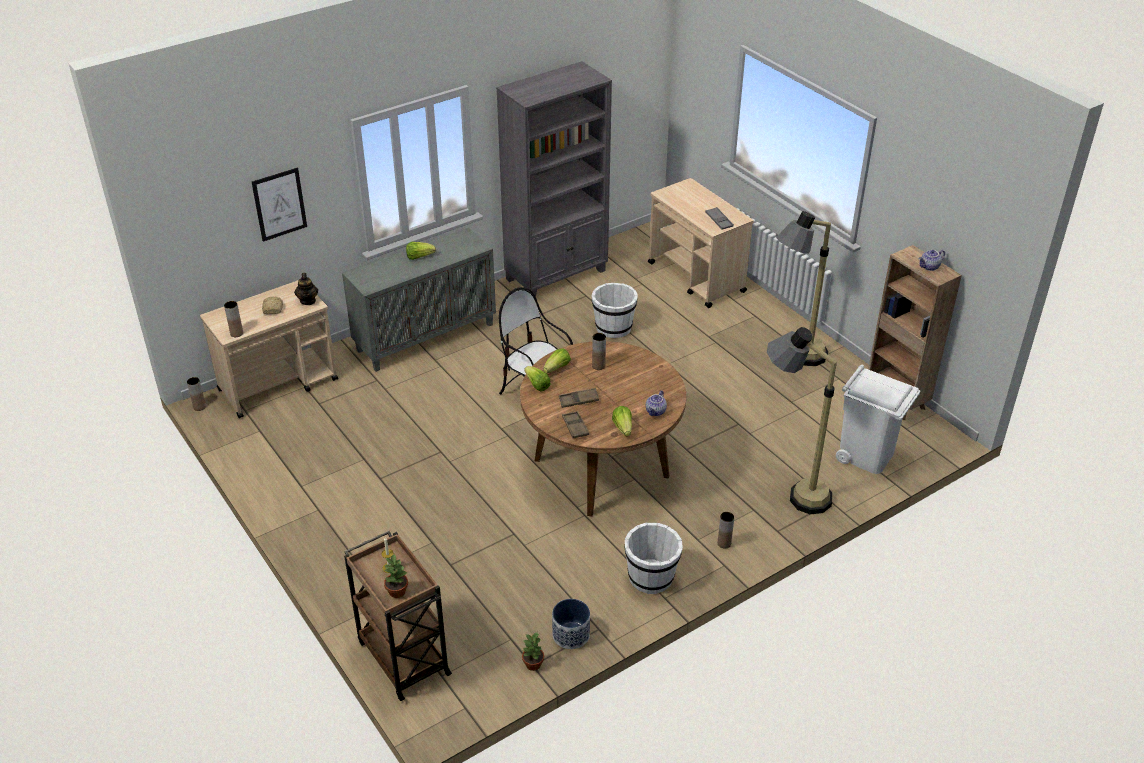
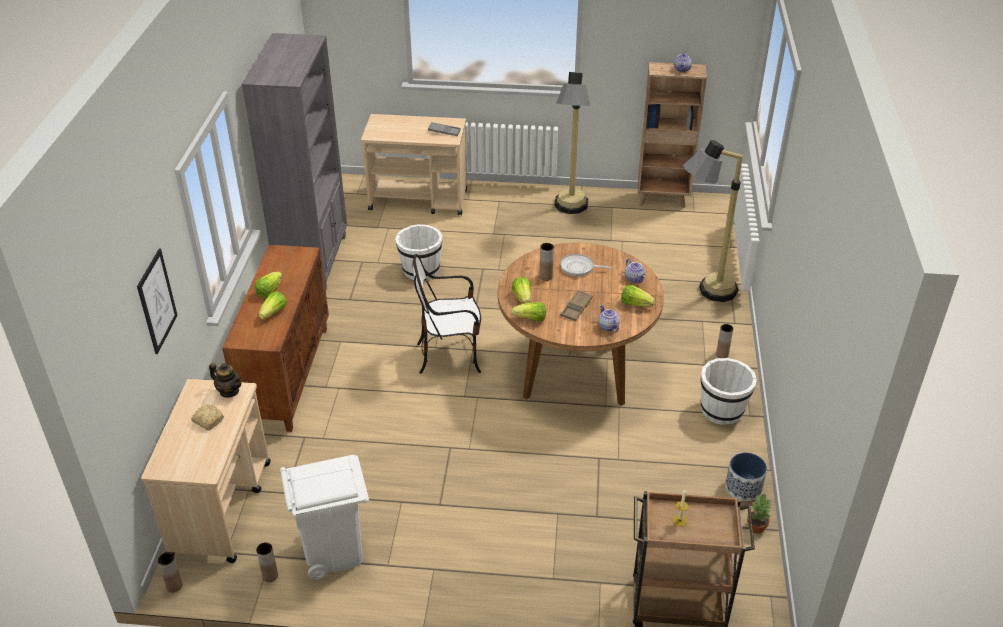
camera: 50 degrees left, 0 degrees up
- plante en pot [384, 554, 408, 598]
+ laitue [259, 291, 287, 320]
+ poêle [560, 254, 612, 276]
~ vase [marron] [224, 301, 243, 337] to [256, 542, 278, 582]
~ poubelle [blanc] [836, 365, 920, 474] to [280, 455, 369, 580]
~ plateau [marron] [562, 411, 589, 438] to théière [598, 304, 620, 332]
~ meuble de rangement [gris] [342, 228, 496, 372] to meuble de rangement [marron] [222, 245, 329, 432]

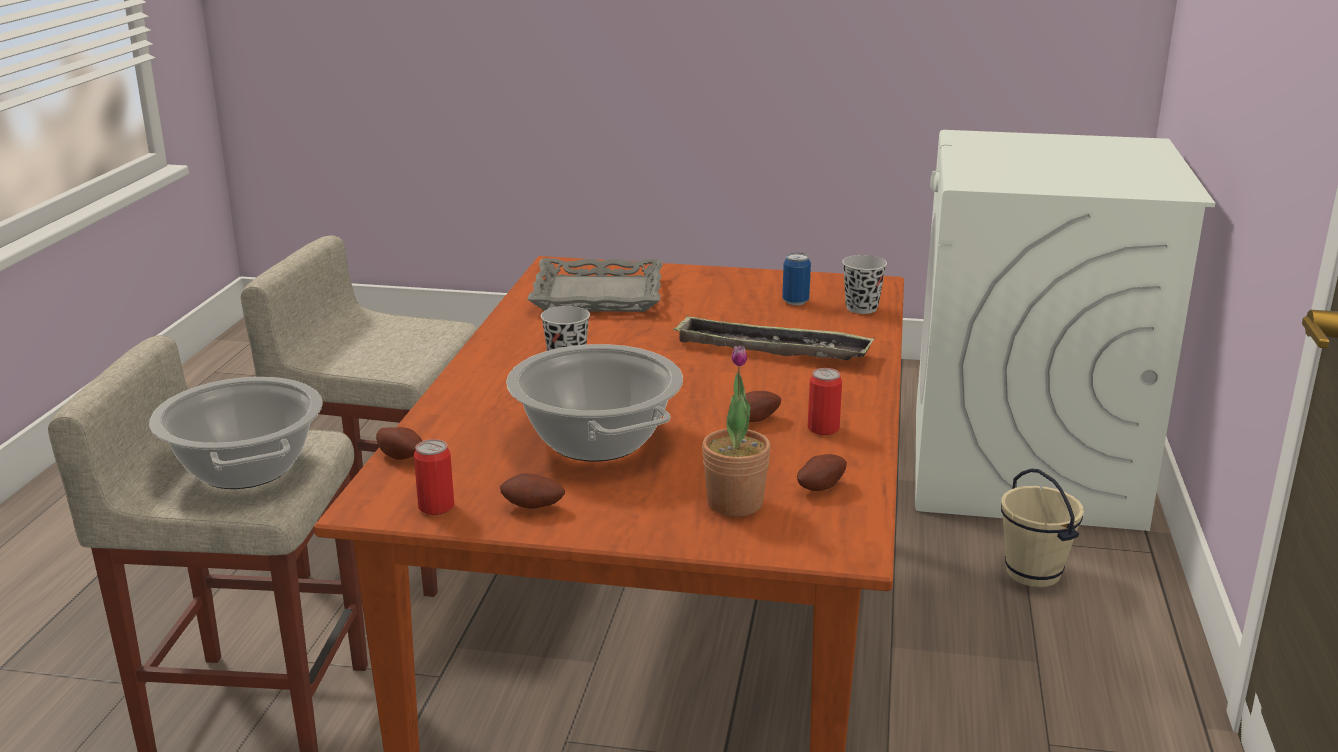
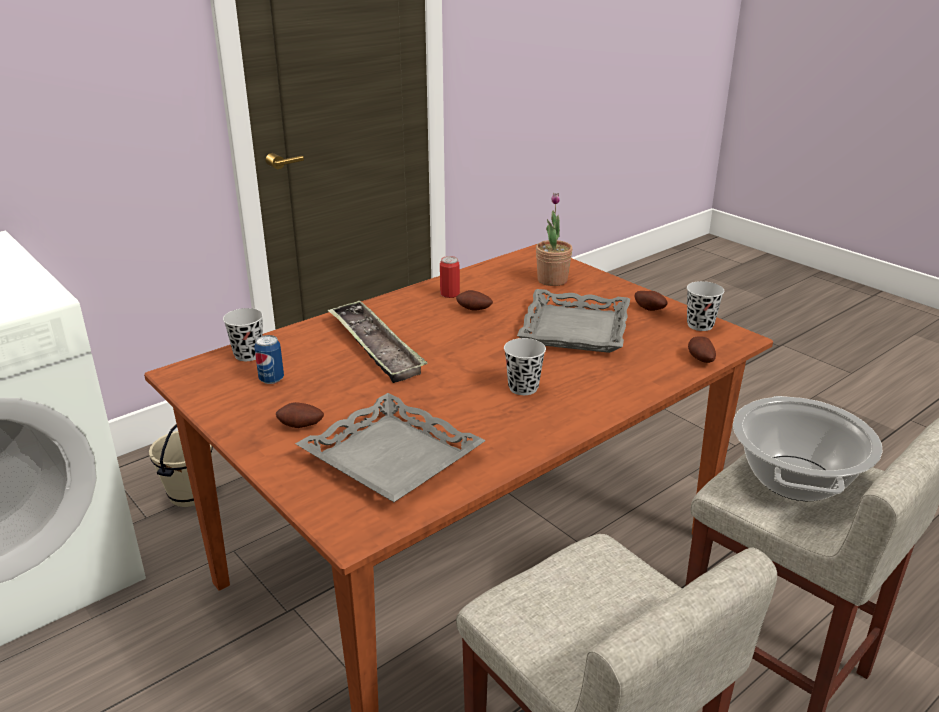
camera: 140 degrees left, 5 degrees up
~ pomme de terre [797, 454, 847, 491] to [276, 402, 324, 428]
~ boîte métallique [414, 439, 454, 515] to tasse [noir] [687, 281, 724, 331]
~ marmite [506, 344, 683, 461] to plateau [gris] [517, 289, 630, 353]

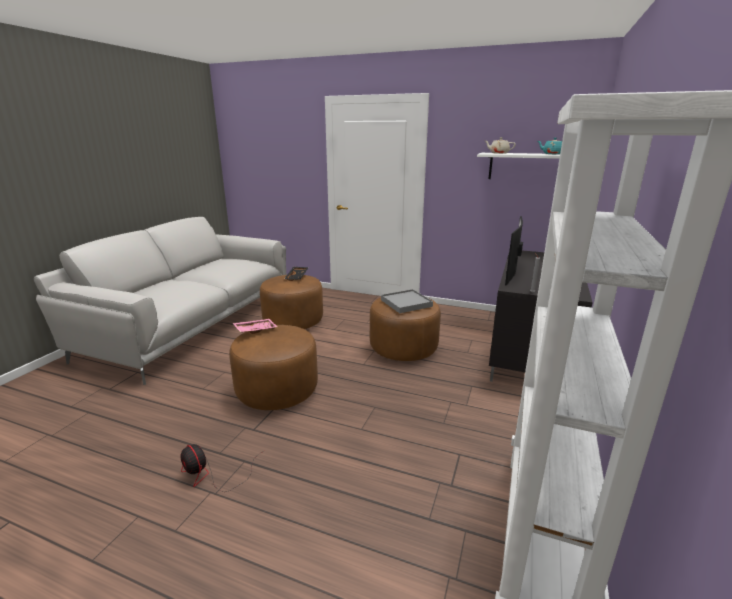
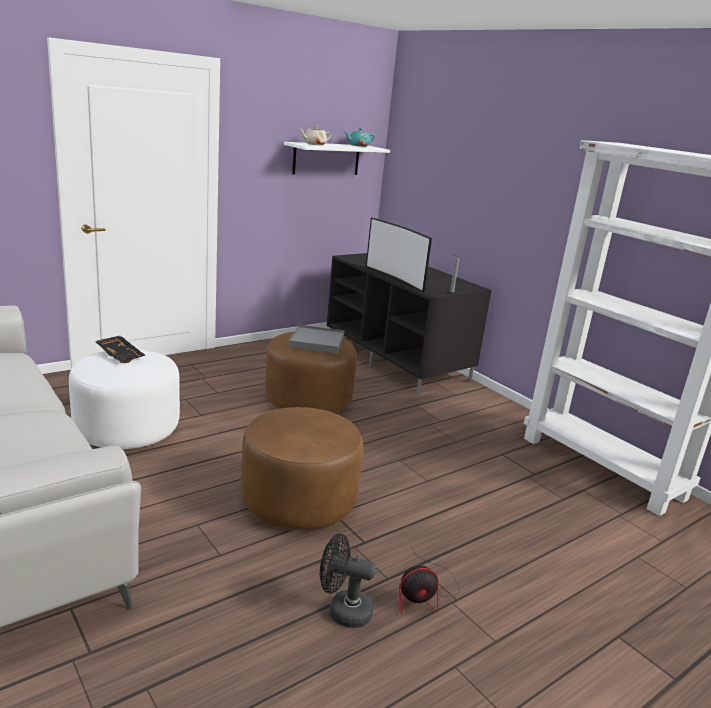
camera: 60 degrees left, 0 degrees up
- plateau [rose] [233, 319, 278, 334]
+ ventilateur [noir] [320, 534, 376, 628]
~ pouf [marron] [260, 275, 323, 329] to pouf [blanc] [69, 349, 180, 449]

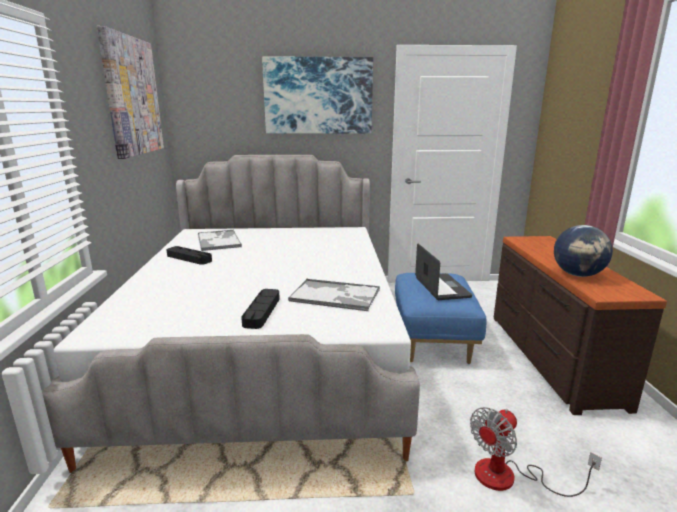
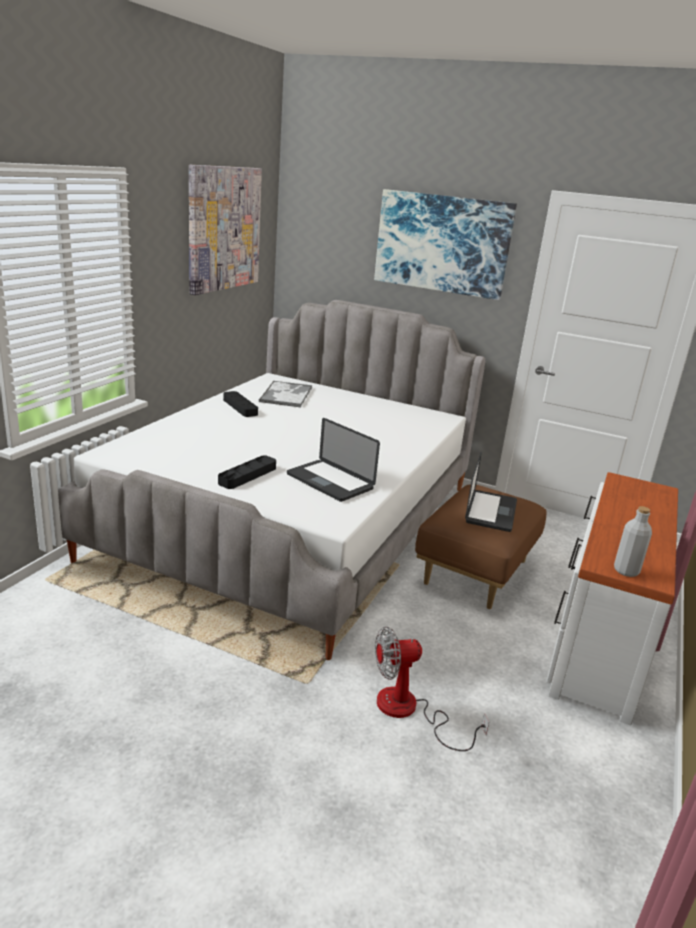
camera: 25 degrees right, 5 degrees up
- globe [554, 225, 613, 277]
+ bouteille [gris] [614, 506, 652, 577]
~ plateau [288, 279, 380, 311] to ordinateur portable [287, 418, 380, 502]
~ pouf [bleu] [395, 273, 486, 364] to pouf [marron] [415, 484, 547, 609]
~ commode [marron] [494, 236, 667, 415] to commode [blanc] [546, 472, 678, 725]

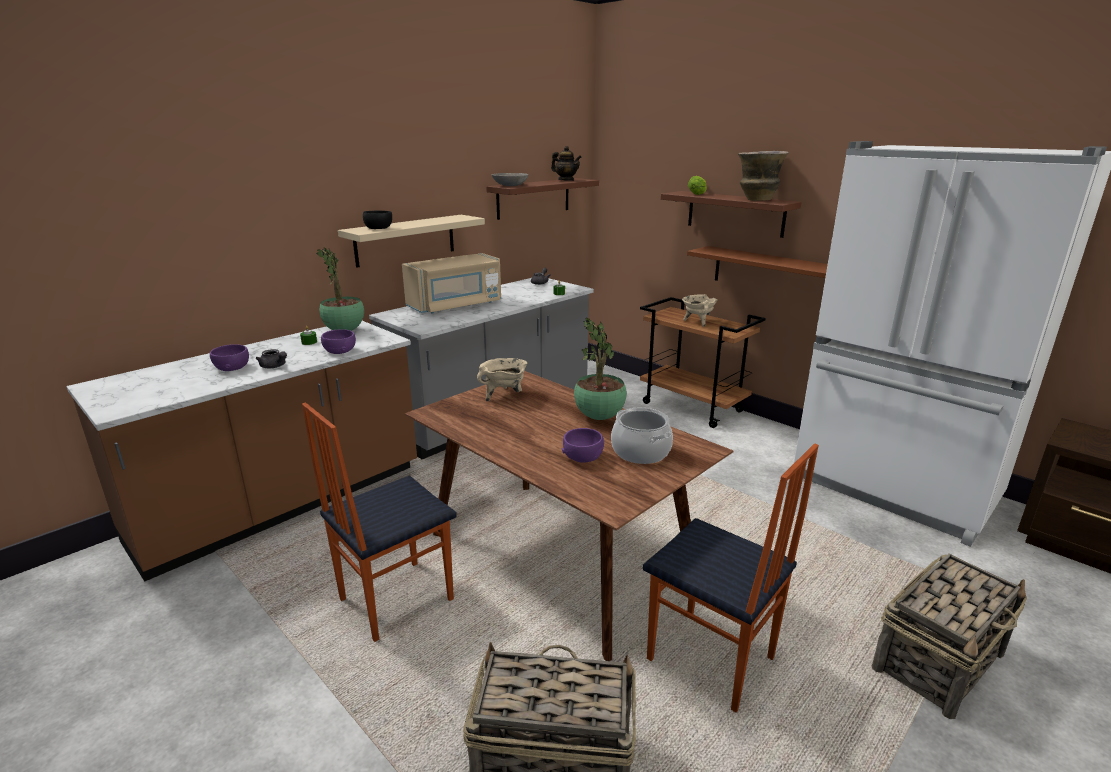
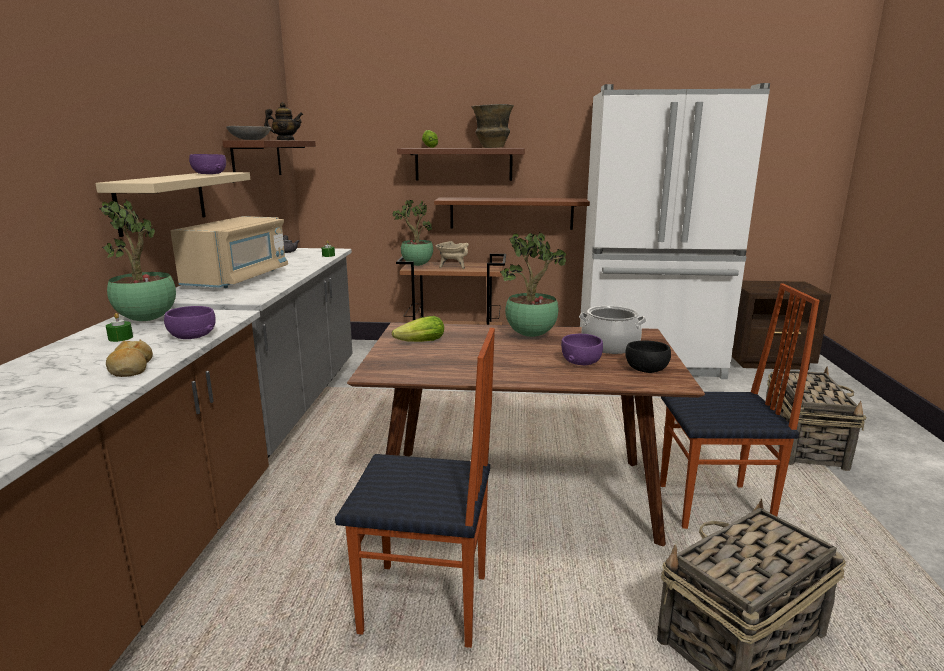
camera: 40 degrees left, 5 degrees down
+ plante en pot [393, 200, 433, 266]
~ bol [violet] [210, 344, 249, 371] to [189, 154, 226, 174]
~ bol [noir] [363, 211, 392, 229] to [625, 341, 671, 373]
~ théière [gris] [256, 349, 287, 368] to pain [106, 340, 153, 377]
~ marmite [beige] [477, 358, 527, 401] to laitue [392, 316, 444, 342]
~ chaise [302, 403, 457, 642] = [335, 328, 495, 648] 90 degrees counterclockwise

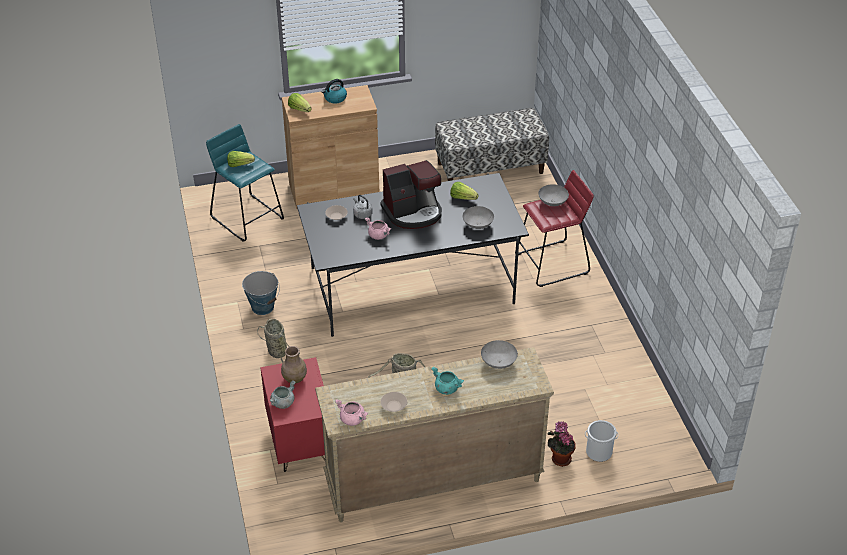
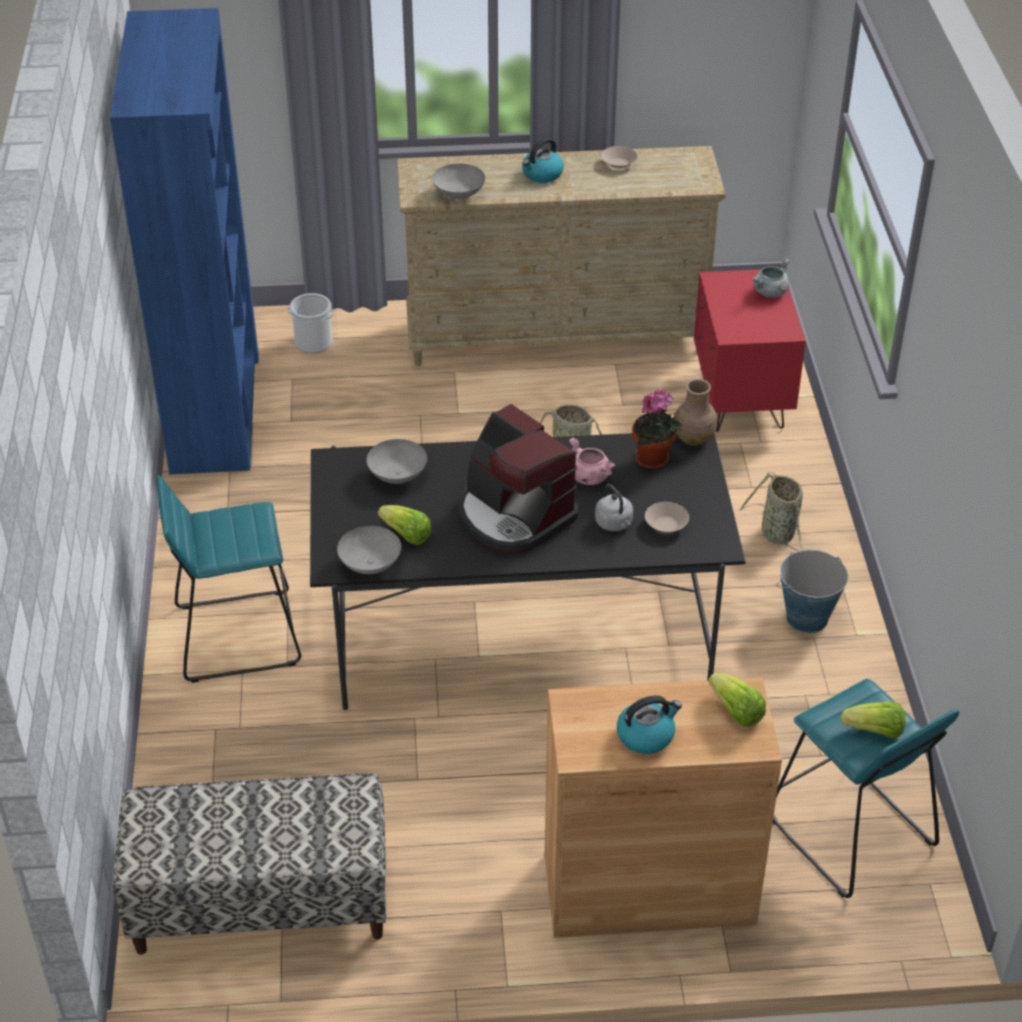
camera: 170 degrees left, 0 degrees up
- marmite [rose] [335, 399, 368, 426]
+ bibliothèque [bleu] [110, 8, 259, 475]
~ vase [marron] [281, 346, 307, 383] to [675, 379, 717, 446]
~ bol [gris] [538, 184, 569, 206] to [337, 526, 401, 574]
~ plante en pot [548, 421, 576, 467] to [632, 388, 682, 469]
~ marmite [turquoise] [431, 367, 464, 395] to bouilloire [522, 138, 564, 183]
~ tabouret [rouge] [515, 170, 594, 287] to tabouret [turquoise] [157, 475, 301, 683]
~ machine à café [380, 160, 442, 229] = [458, 404, 578, 554] 120 degrees counterclockwise

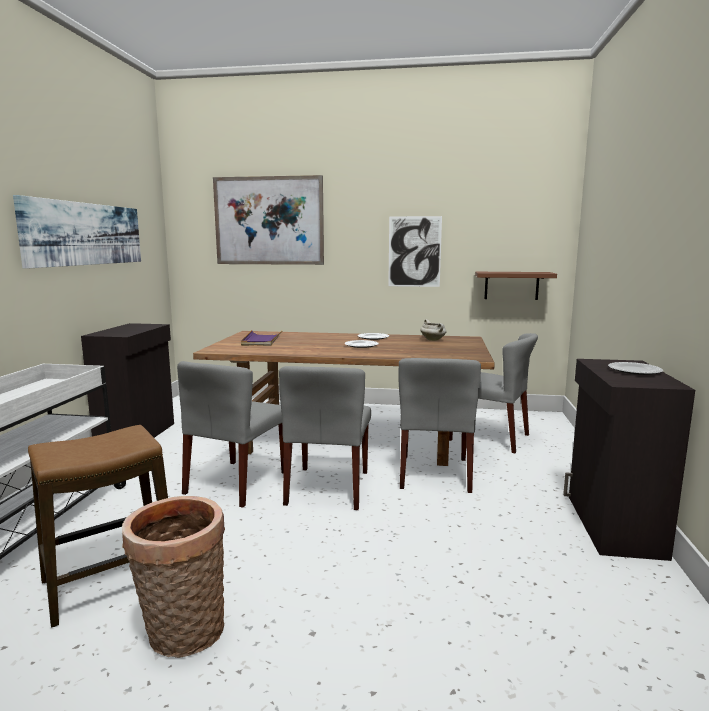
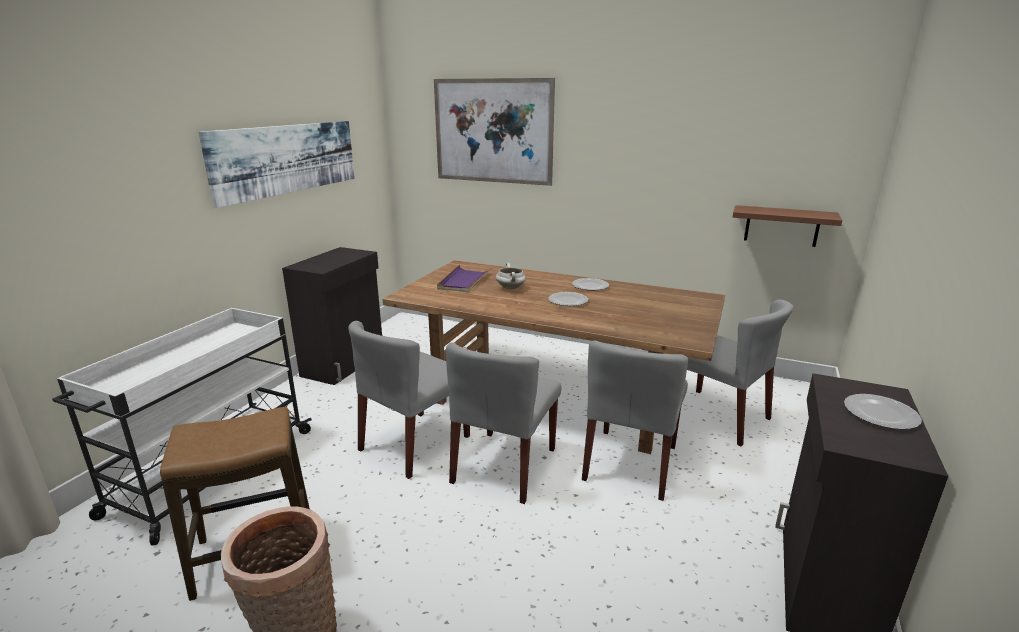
camera: 15 degrees right, 10 degrees up
- tableau [388, 216, 442, 287]
~ marmite [blanc] [421, 319, 447, 341] to [496, 263, 526, 290]

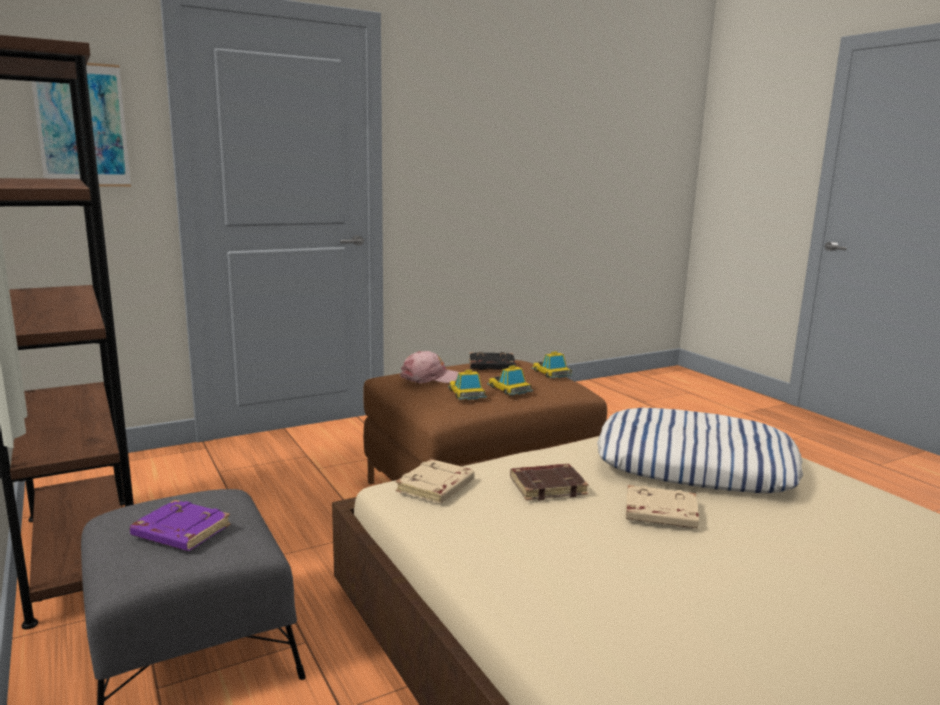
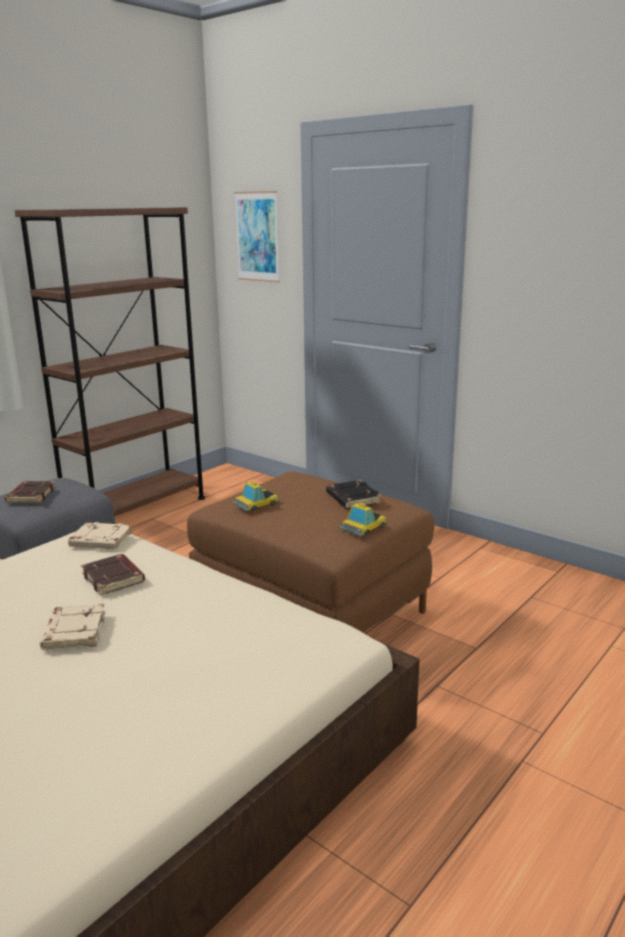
camera: 70 degrees right, 5 degrees up
- casquette [rose] [401, 351, 458, 383]
- petite voiture [487, 365, 533, 395]
- coussin [597, 408, 803, 493]
~ livre [violet] [130, 500, 231, 551] to livre [marron] [5, 481, 56, 503]

